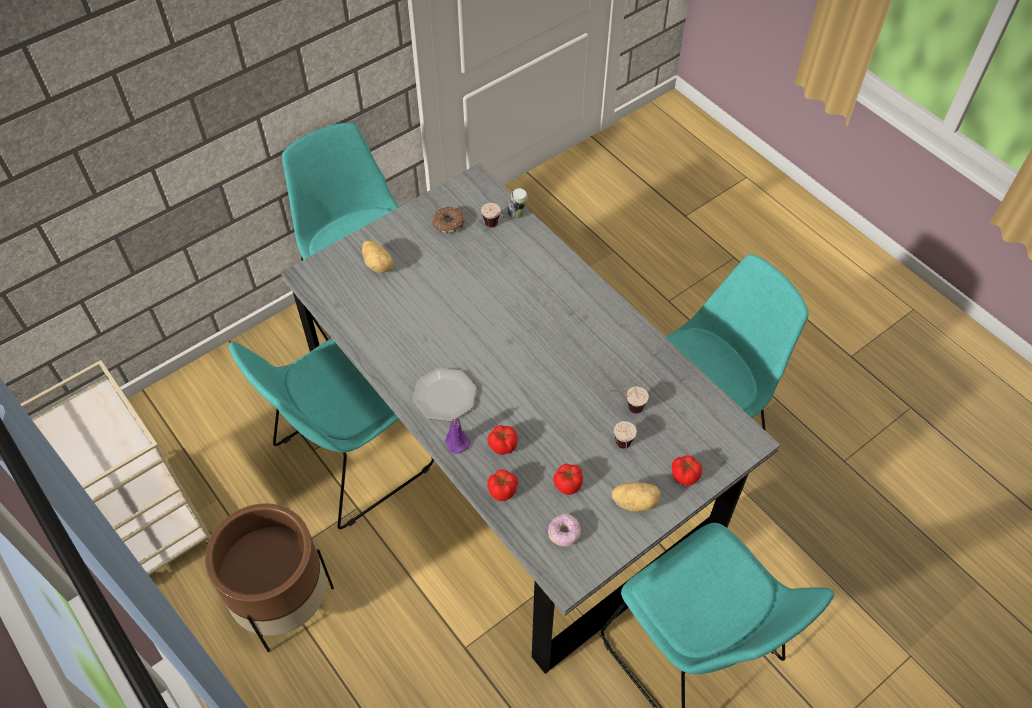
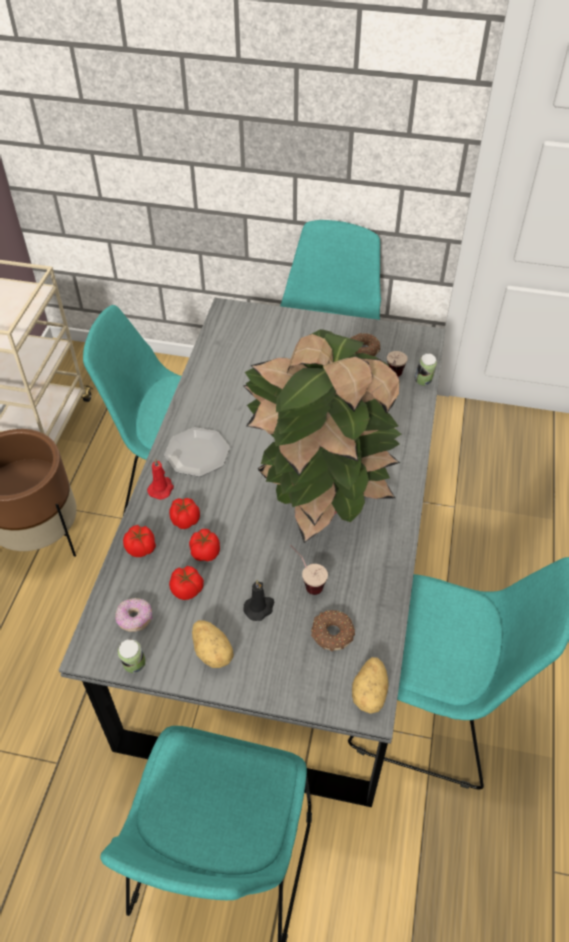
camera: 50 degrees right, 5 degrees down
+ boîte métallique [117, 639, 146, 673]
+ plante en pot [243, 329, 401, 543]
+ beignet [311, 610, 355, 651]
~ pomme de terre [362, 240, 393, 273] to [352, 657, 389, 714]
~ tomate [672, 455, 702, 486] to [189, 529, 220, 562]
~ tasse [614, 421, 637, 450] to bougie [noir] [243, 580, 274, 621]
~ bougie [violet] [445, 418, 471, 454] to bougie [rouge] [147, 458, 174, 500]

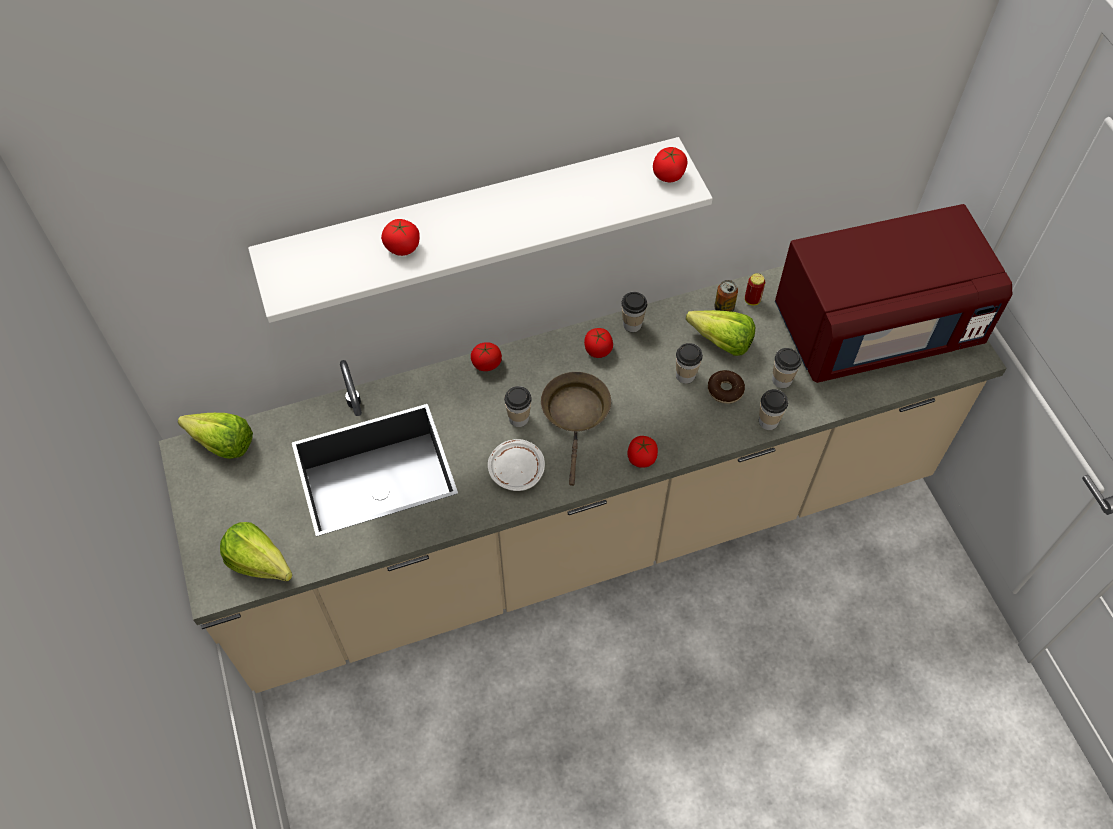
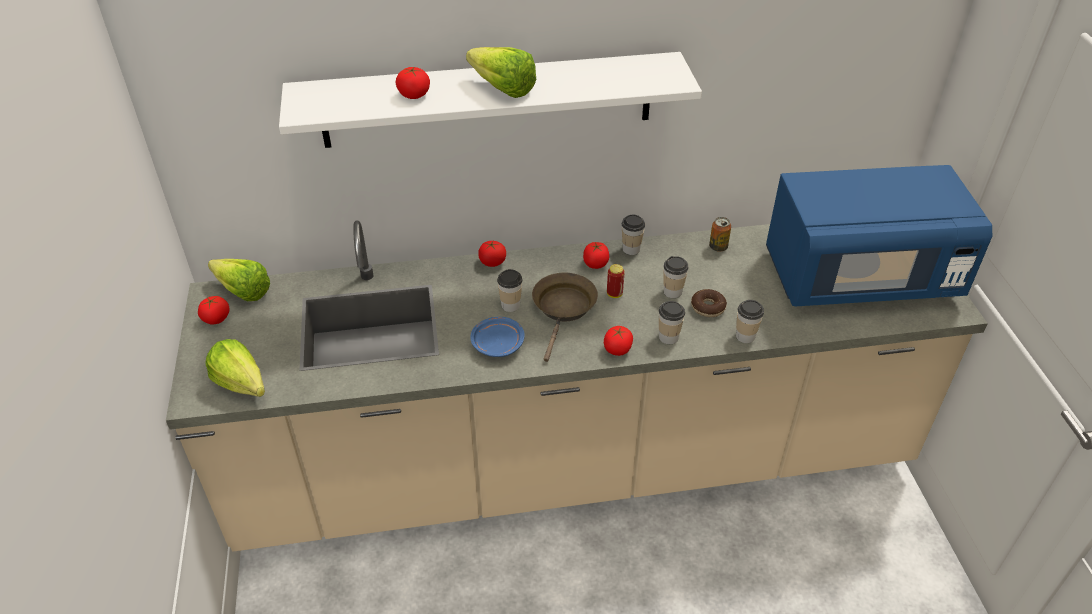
camera: 10 degrees right, 15 degrees down
~ tomate [653, 147, 688, 182] to [198, 296, 230, 325]
~ laitue [686, 310, 755, 356] to [466, 47, 536, 98]
~ boîte métallique [745, 273, 765, 306] to [607, 264, 625, 298]
~ tasse [772, 348, 802, 388] to [659, 301, 685, 344]
~ assiette [blanc] [488, 439, 545, 491] to assiette [bleu] [471, 317, 525, 357]
~ micro-ondes [rouge] [775, 204, 1012, 383] to micro-ondes [bleu] [766, 165, 992, 306]

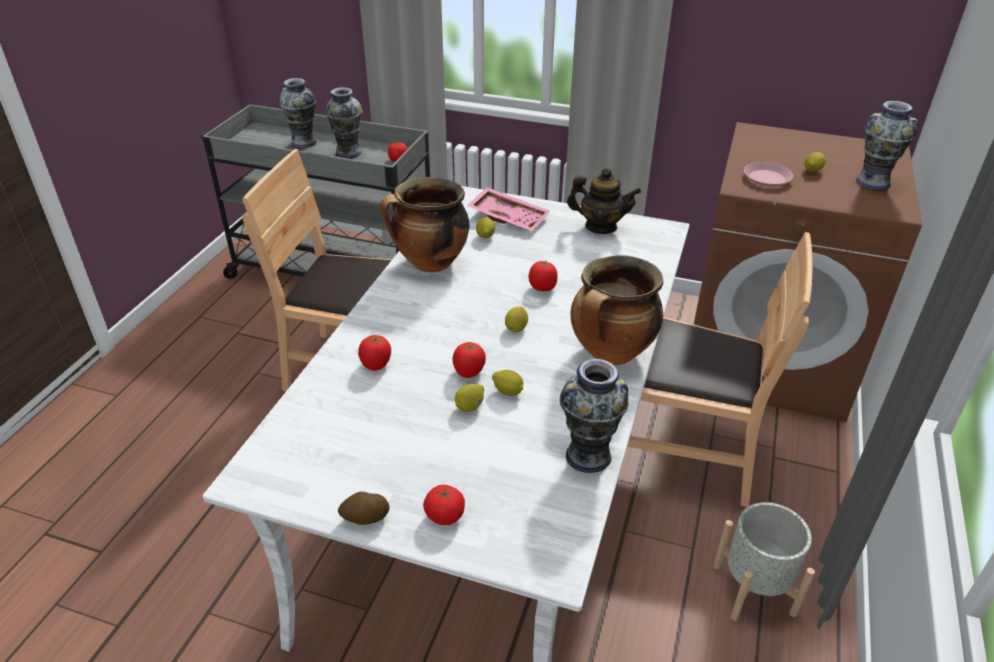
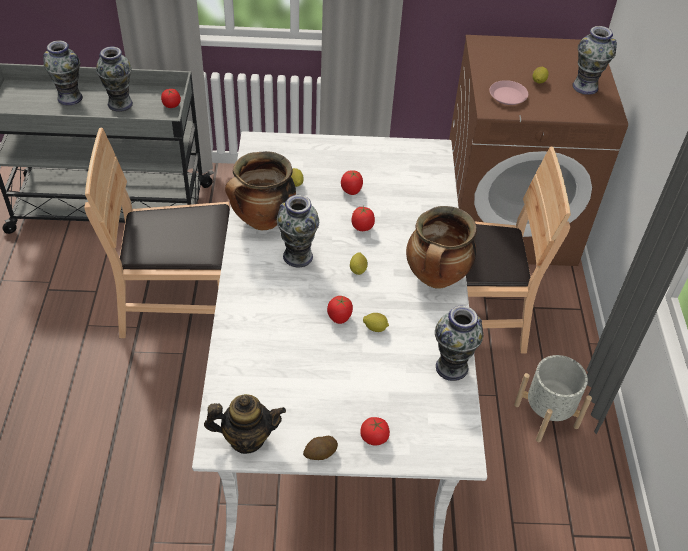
camera: 20 degrees left, 10 degrees up
- citron [455, 384, 484, 412]
- plateau [rose] [467, 187, 550, 231]
+ vase [277, 195, 319, 267]
~ tomate [358, 335, 391, 371] to [341, 170, 363, 195]
~ théière [567, 168, 641, 234] to [204, 394, 286, 454]

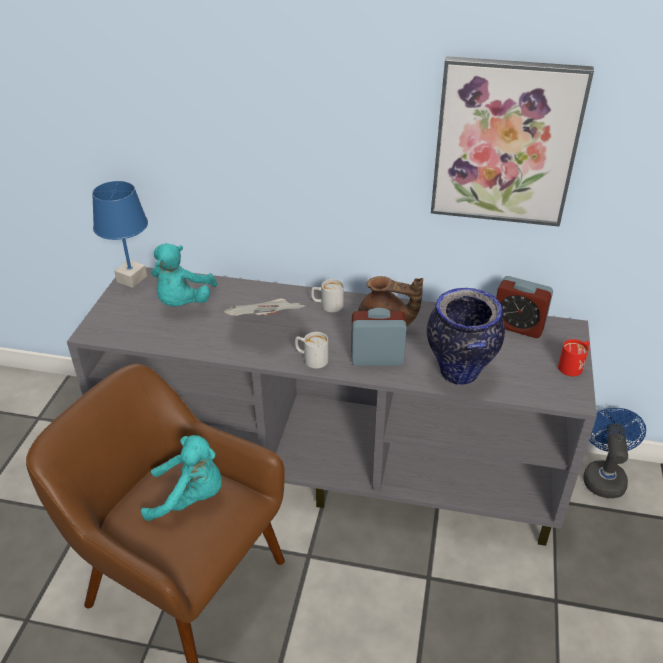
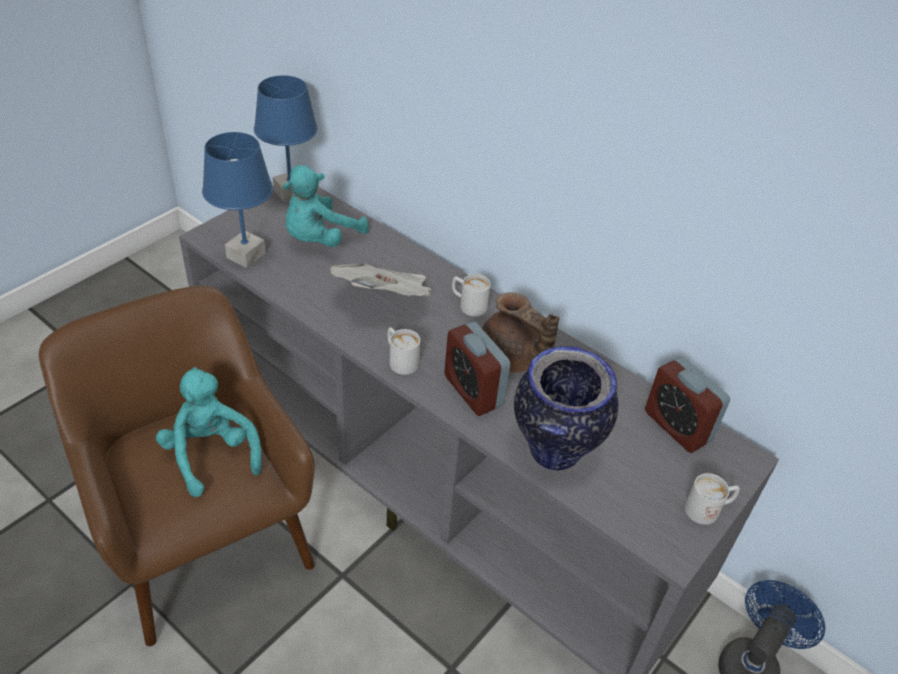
camera: 25 degrees right, 5 degrees up
- tableau [431, 56, 594, 227]
+ lampe de table [bleu] [202, 132, 273, 268]
~ mug [rouge] [558, 339, 589, 376] to mug [blanc] [685, 473, 740, 525]
~ peluche [turquoise] [141, 435, 222, 521] = [156, 367, 261, 497] 150 degrees counterclockwise
~ réveil [351, 308, 407, 366] = [444, 321, 511, 416] 150 degrees counterclockwise

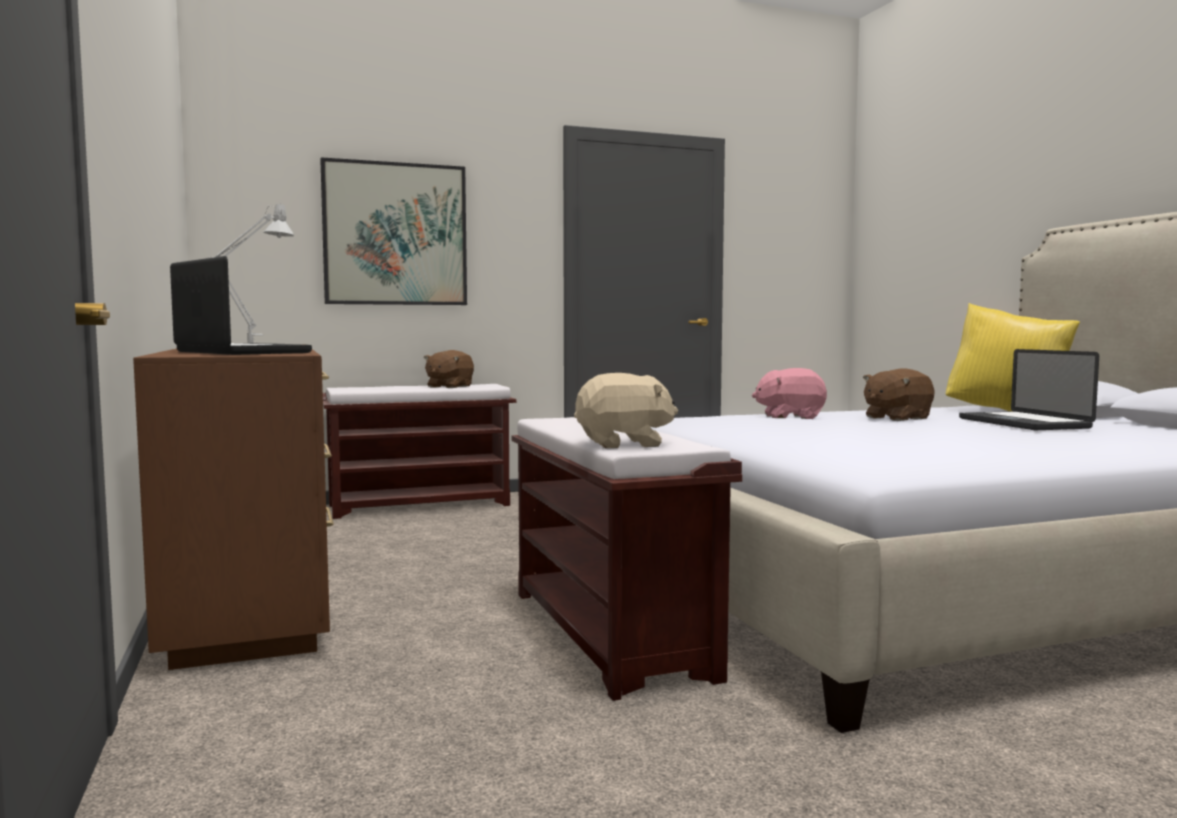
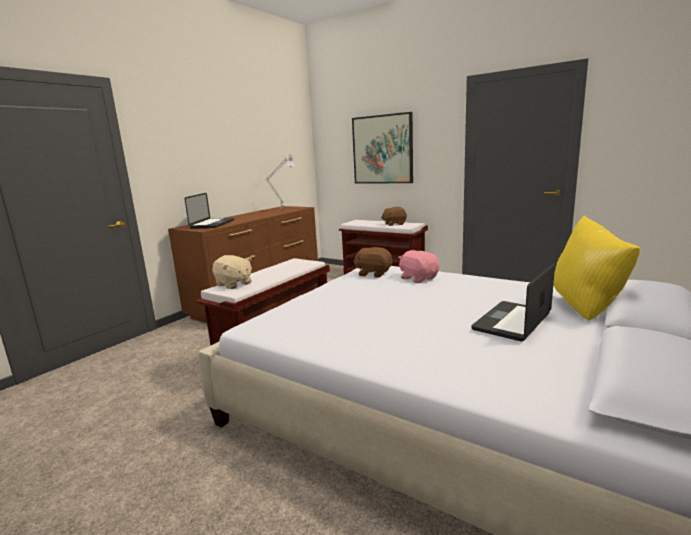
camera: 55 degrees right, 10 degrees up
~ peluche [marron] [863, 368, 935, 421] to [353, 247, 392, 278]

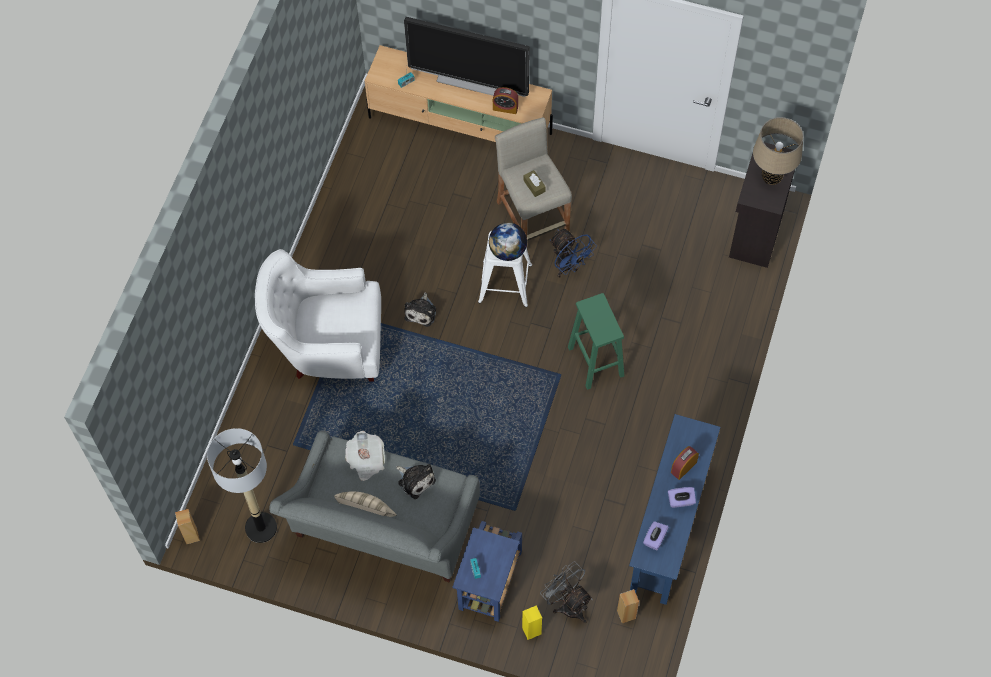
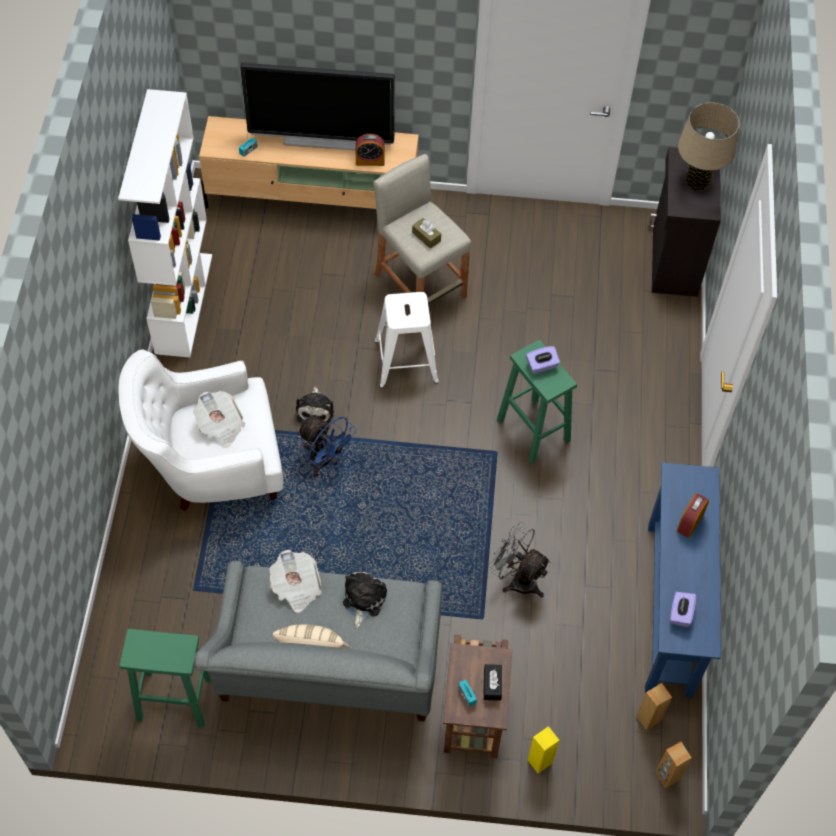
camera: 15 degrees left, 5 degrees down
- globe [489, 222, 527, 261]
+ bibliothèque [blanc] [118, 89, 212, 358]
+ journal [193, 391, 245, 446]
+ boîte à mouchoirs [noir] [484, 664, 502, 701]
~ enceinte [marron] [175, 509, 200, 544] to [655, 742, 692, 788]
~ ventilateur [gris] [540, 561, 593, 624] to [489, 522, 551, 598]
~ ventilateur [bleu] [549, 229, 597, 278] to [297, 415, 357, 476]
~ boîte à mouchoirs [violet] [668, 487, 696, 508] to [526, 346, 560, 374]
~ lampadaire [207, 428, 277, 543] to tabouret [vert] [120, 629, 212, 728]
~ table d'appoint [bleu] [453, 521, 522, 622] to table d'appoint [marron] [443, 635, 512, 758]
~ peluche [396, 464, 436, 499] = [343, 572, 387, 628] 105 degrees counterclockwise

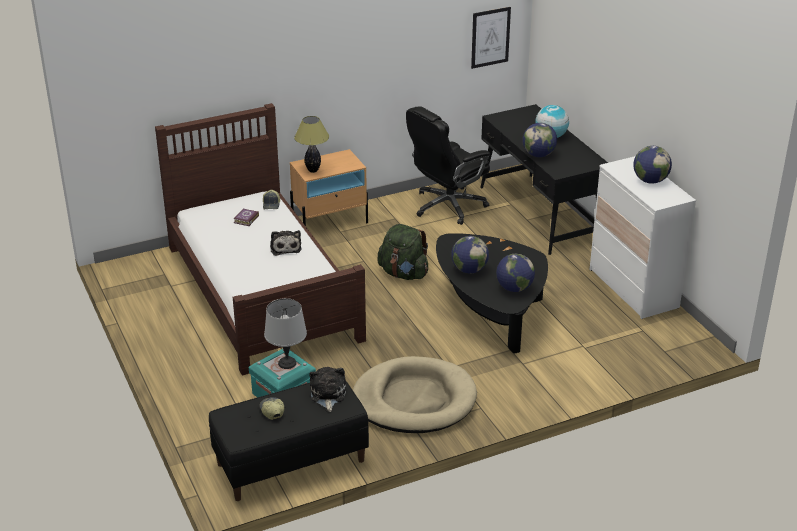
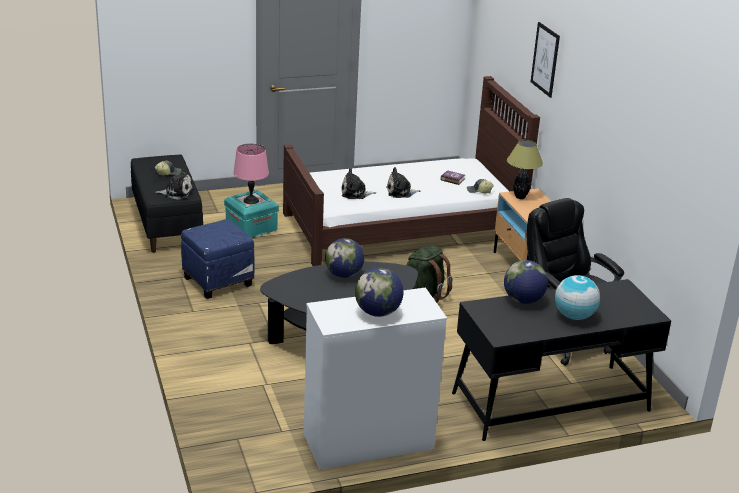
camera: 95 degrees right, 5 degrees down
- globe [496, 254, 535, 292]
+ peluche [341, 168, 376, 199]
~ tableau [471, 7, 511, 69] to [531, 22, 560, 98]
~ panier pour chien [beige] [353, 356, 477, 433] to pouf [bleu] [181, 219, 255, 299]
~ lampe de table [gris] [264, 298, 307, 369] to lampe de table [rose] [233, 143, 269, 204]

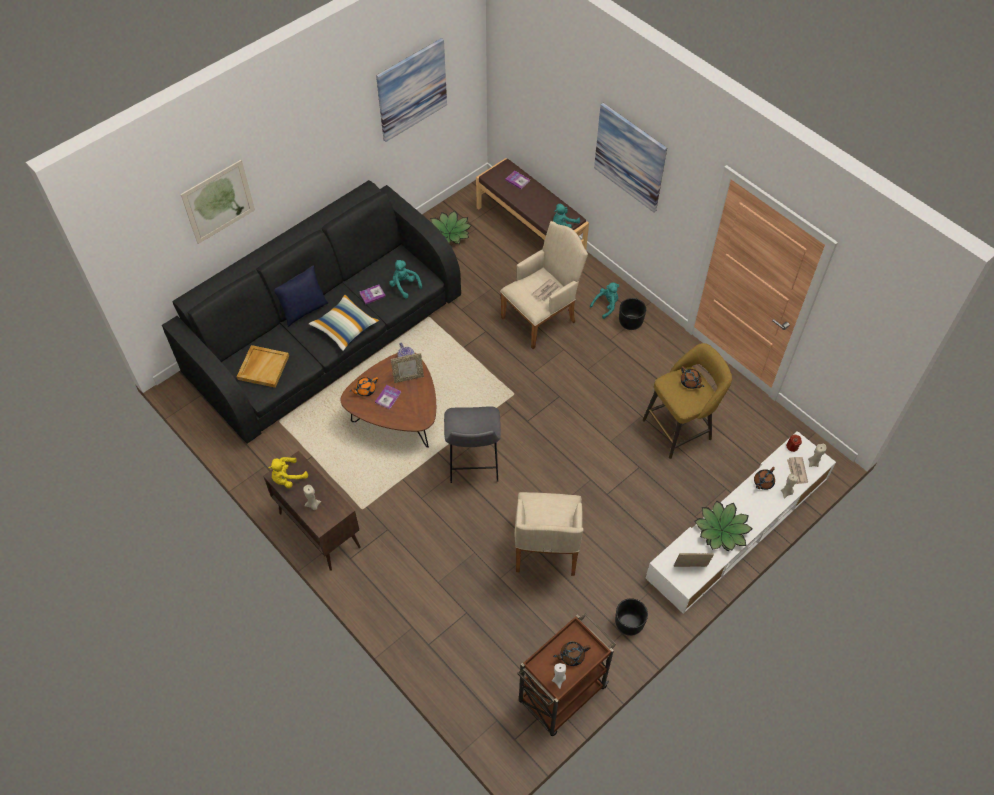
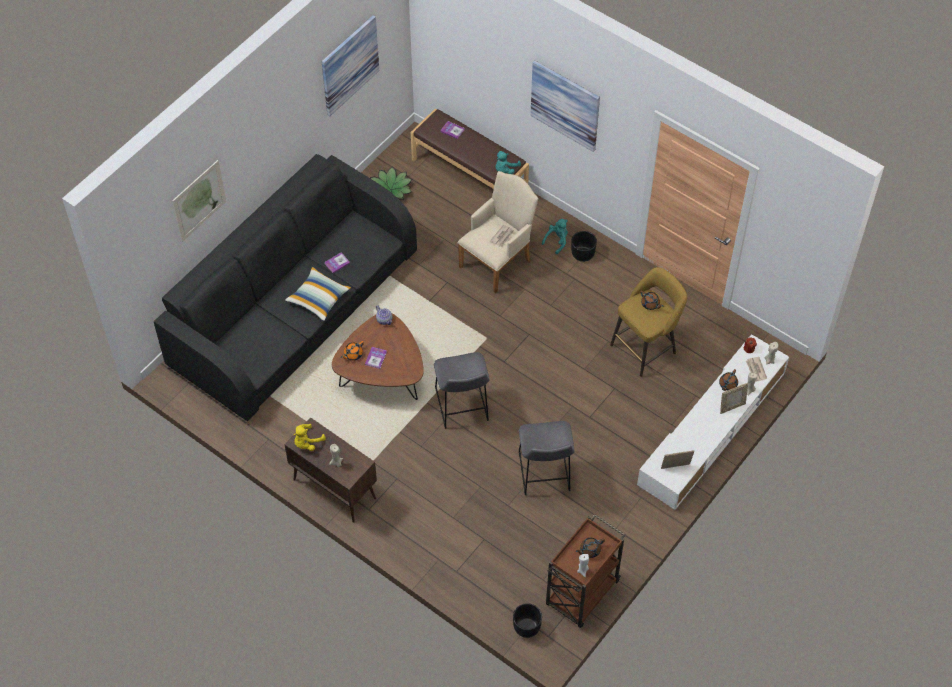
camera: 10 degrees left, 0 degrees up
- plateau [beige] [237, 345, 289, 388]
- coussin [bleu] [274, 265, 329, 327]
- peluche [turquoise] [389, 260, 422, 298]
- plante en pot [694, 501, 752, 551]
~ cadre photo [391, 353, 424, 383] to [720, 383, 748, 414]
~ cache-pot [noir] [615, 598, 648, 636] to [513, 603, 542, 638]
~ fauteuil [beige] [515, 492, 584, 576] to tabouret [gris] [519, 421, 574, 495]

